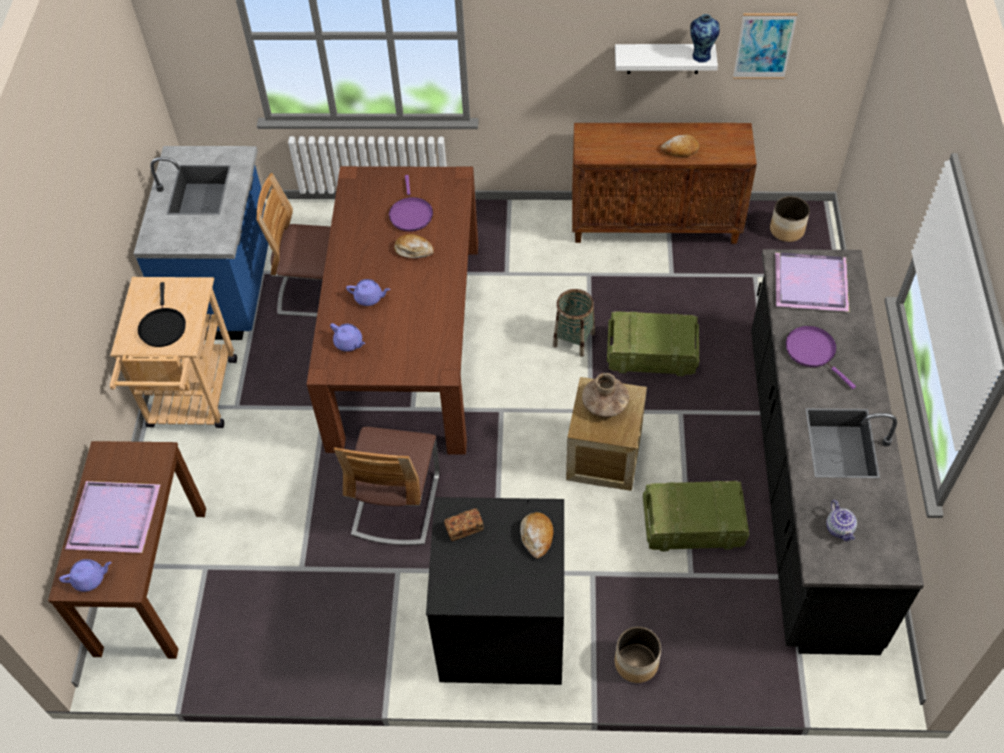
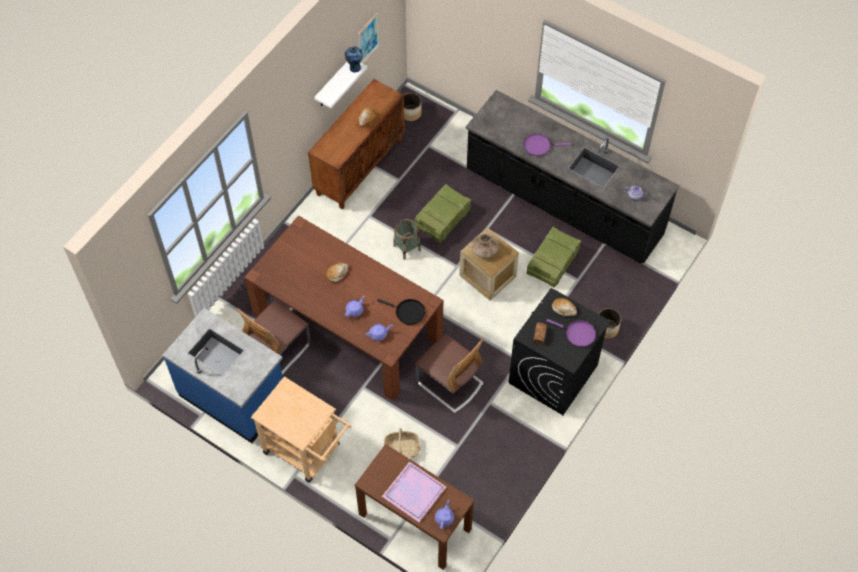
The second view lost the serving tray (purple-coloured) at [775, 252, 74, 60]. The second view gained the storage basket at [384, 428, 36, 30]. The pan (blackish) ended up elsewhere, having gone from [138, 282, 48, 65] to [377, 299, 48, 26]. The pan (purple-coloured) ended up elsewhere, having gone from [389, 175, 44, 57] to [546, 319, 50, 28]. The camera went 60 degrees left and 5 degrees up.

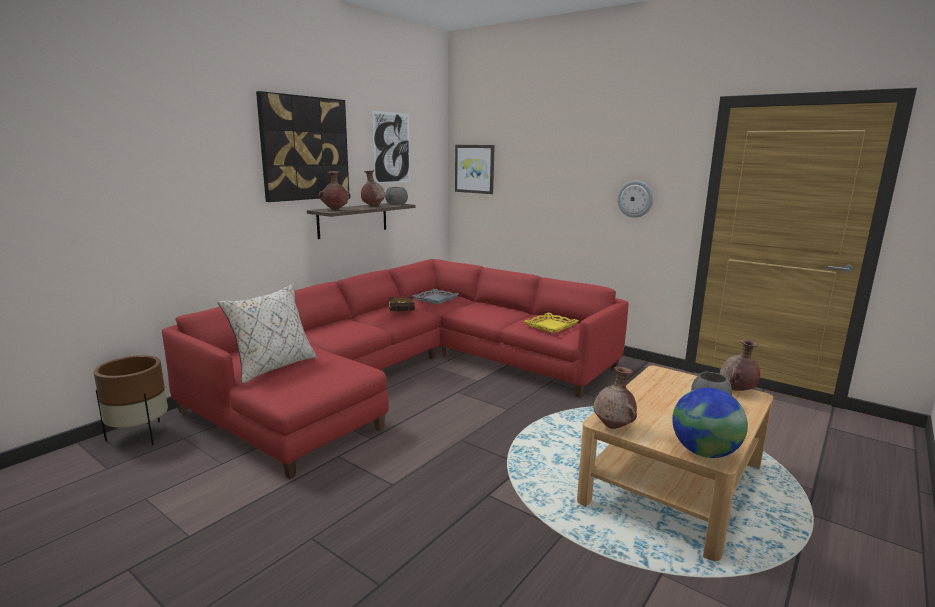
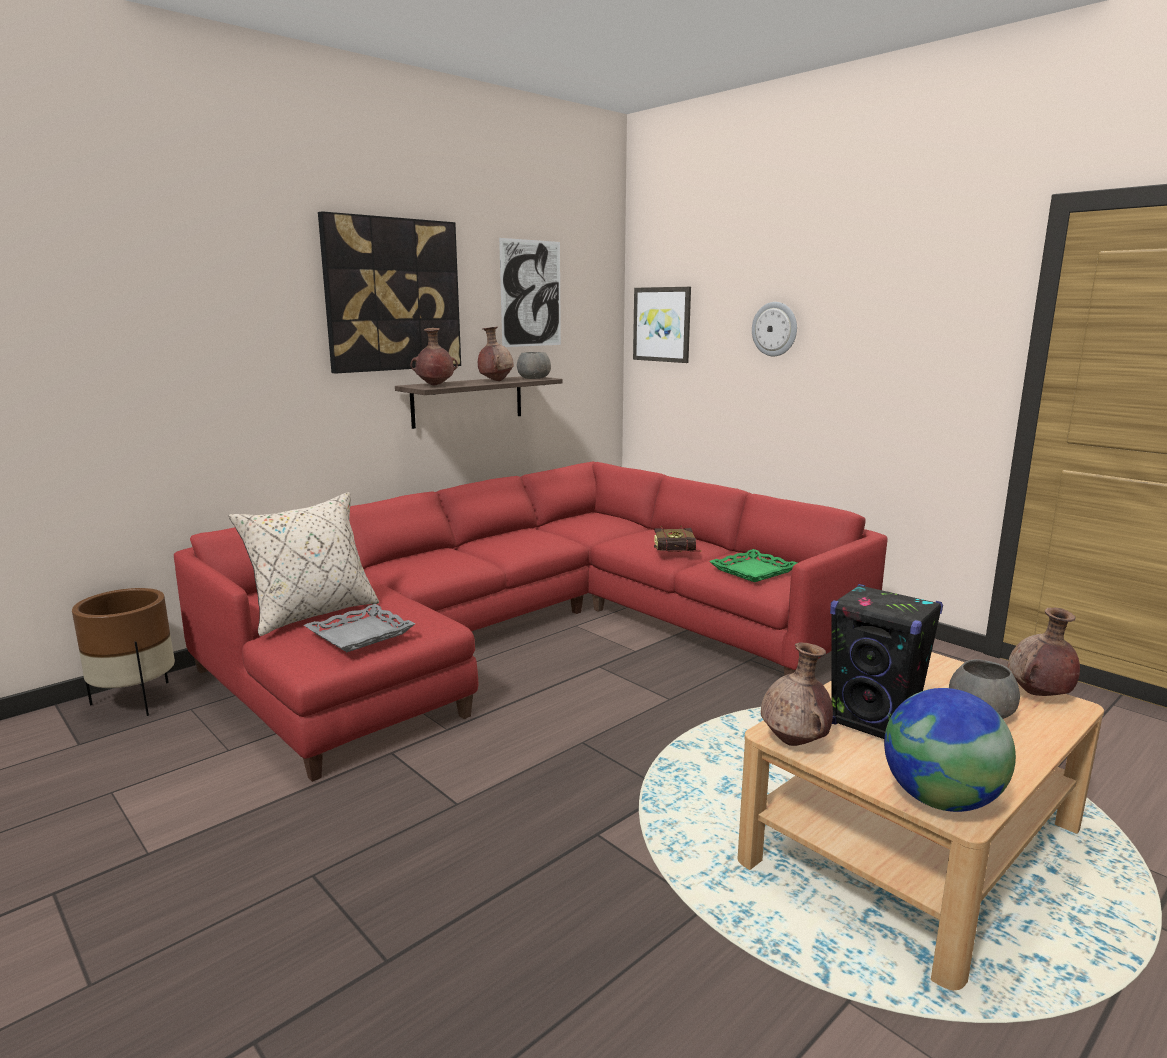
The second view gained the speaker (blackish) at [830, 584, 113, 155]. The volume ended up elsewhere, having gone from [389, 295, 26, 17] to [654, 526, 48, 26]. The serving tray (greyish) ended up elsewhere, having gone from [412, 289, 47, 15] to [304, 604, 111, 48]. The clock on the wall ended up elsewhere, having gone from [617, 180, 36, 38] to [752, 302, 45, 54]. What was the serving tray (yellowish) at [524, 313, 55, 20] turned into the serving tray (greenish) at [709, 549, 88, 33]. The camera went 10 degrees right and 0 degrees up.

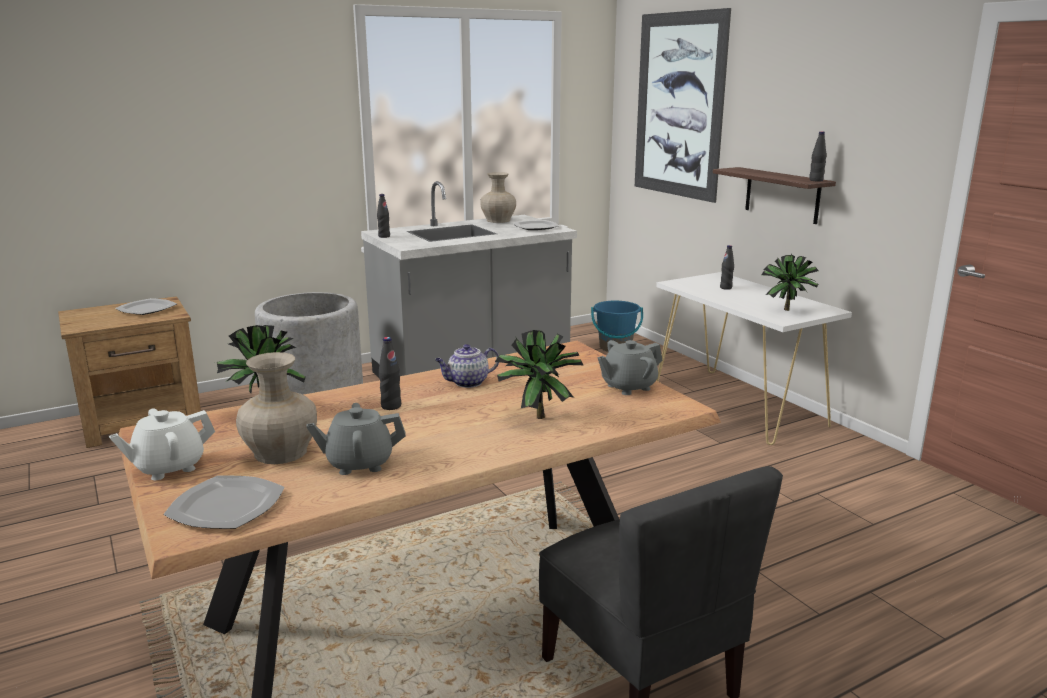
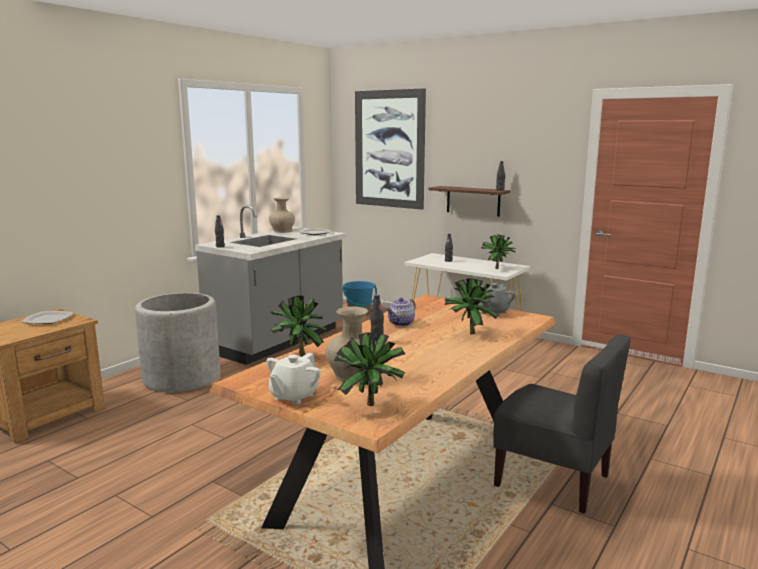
The second view lost the tea pot (greyish) at [306, 403, 100, 72]. Where the dinner plate stood at [163, 476, 122, 53], the plant in a pot came to stand at [334, 332, 72, 74]. The camera went 25 degrees left and 5 degrees down.

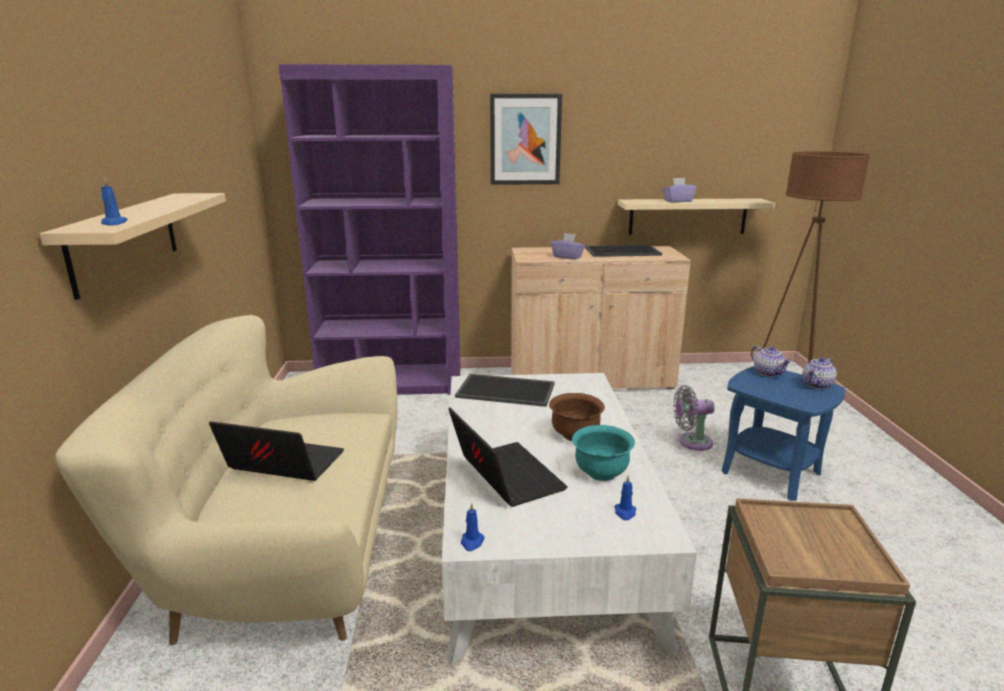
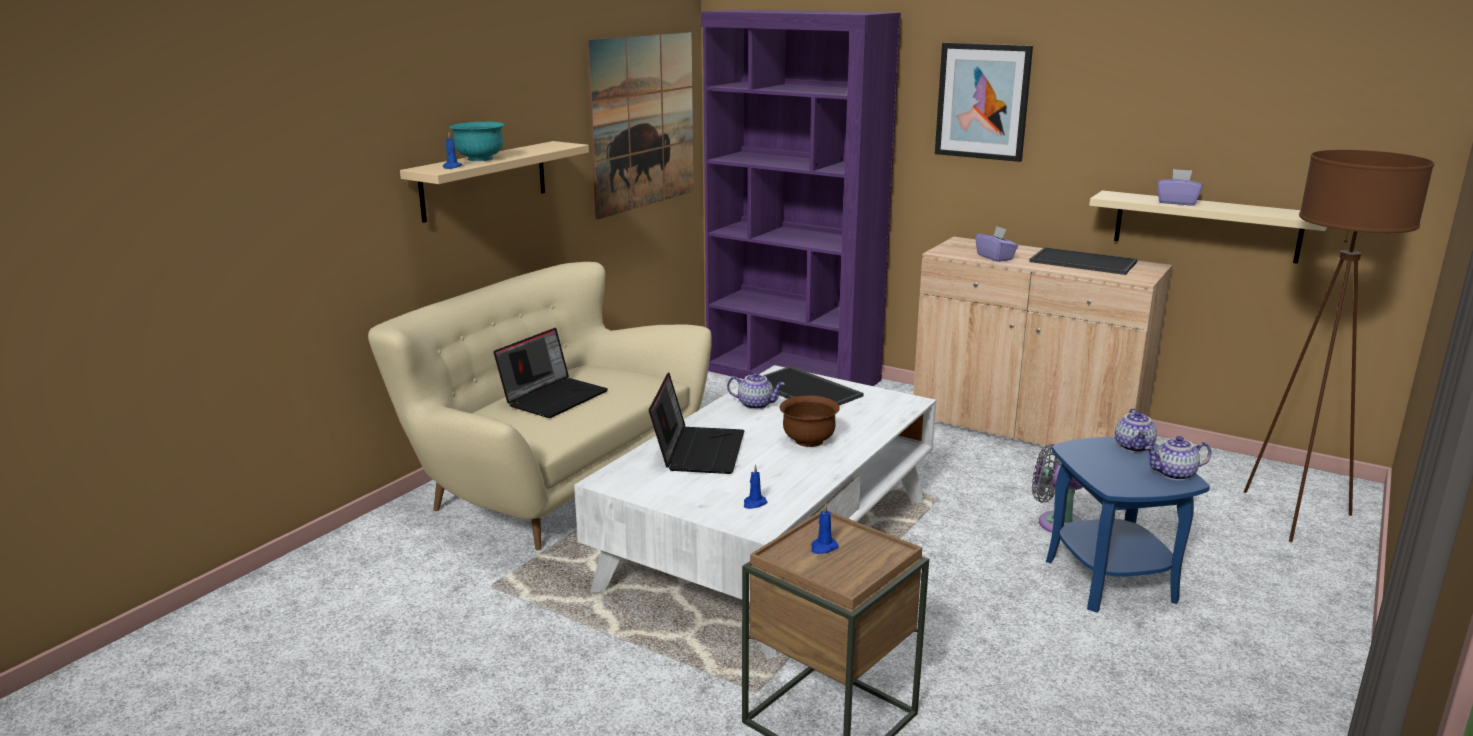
The second view gained the wall picture at [587, 32, 107, 188]. The second view gained the tea pot at [727, 372, 58, 37]. The wax light (blue) ended up elsewhere, having gone from [461, 503, 24, 48] to [811, 504, 28, 50]. The bowl (blue-green) ended up elsewhere, having gone from [572, 425, 63, 56] to [449, 122, 56, 39]. The laptop at [209, 421, 135, 60] ended up facing another way, 75 degrees clockwise from before. The camera went 35 degrees right and 0 degrees up.

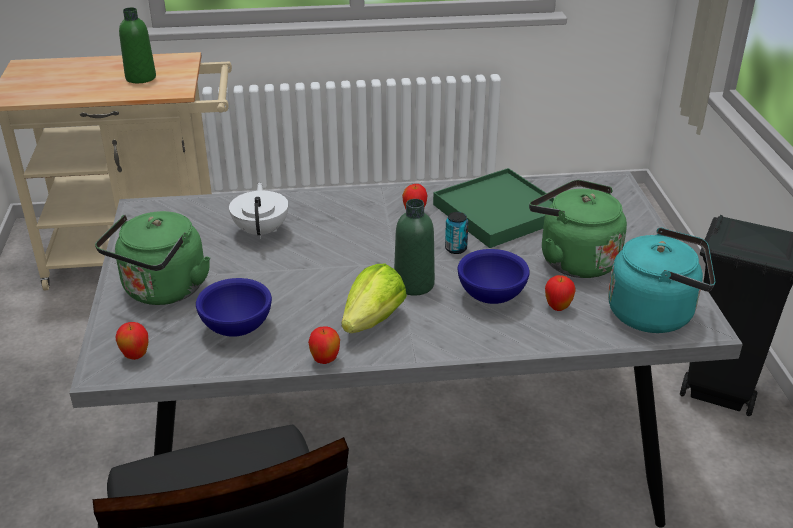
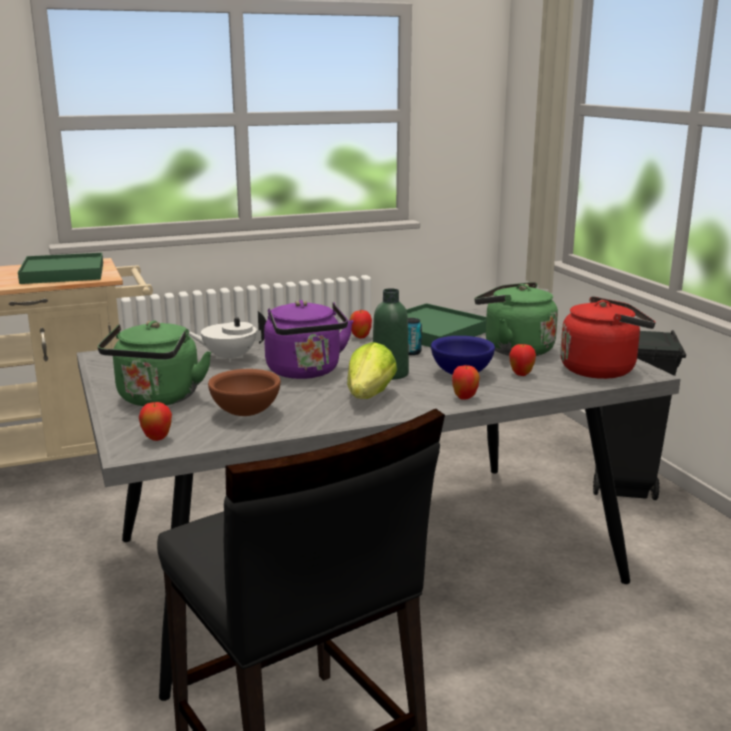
The second view gained the kettle (purple-coloured) at [264, 300, 89, 79]. The apple ended up elsewhere, having gone from [308, 326, 32, 38] to [452, 365, 28, 35]. Where the beverage bottle (greenish) stood at [119, 7, 37, 76], the serving tray (greenish) came to stand at [18, 253, 85, 31]. What was the bowl (blue) at [196, 278, 76, 59] turned into the bowl (brown-coloured) at [208, 369, 73, 47]. What was the kettle (blue-green) at [608, 228, 107, 105] turned into the kettle (red-coloured) at [560, 296, 96, 83]. The tea pot (whitish) at [229, 183, 59, 56] ended up facing another way, 75 degrees counterclockwise from before. The camera went 15 degrees left and 15 degrees down.

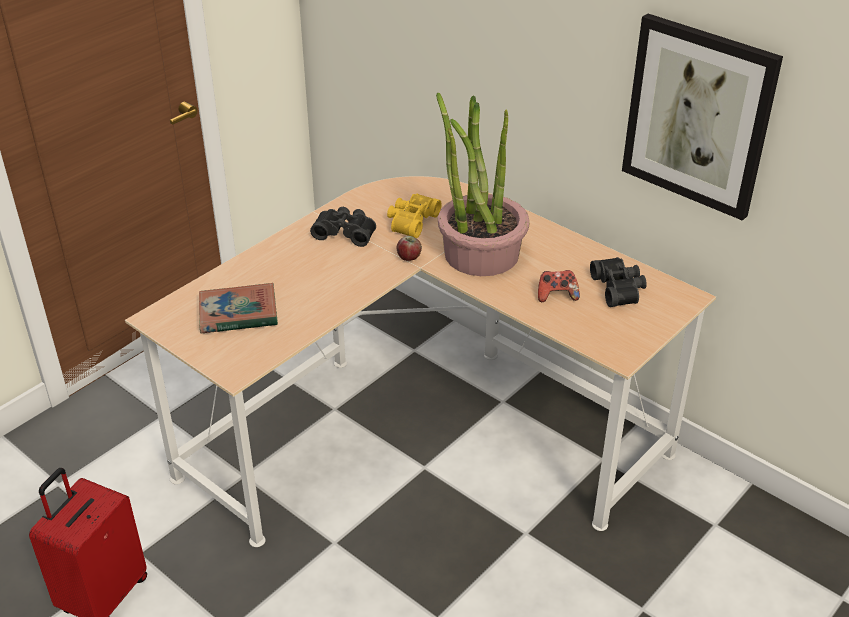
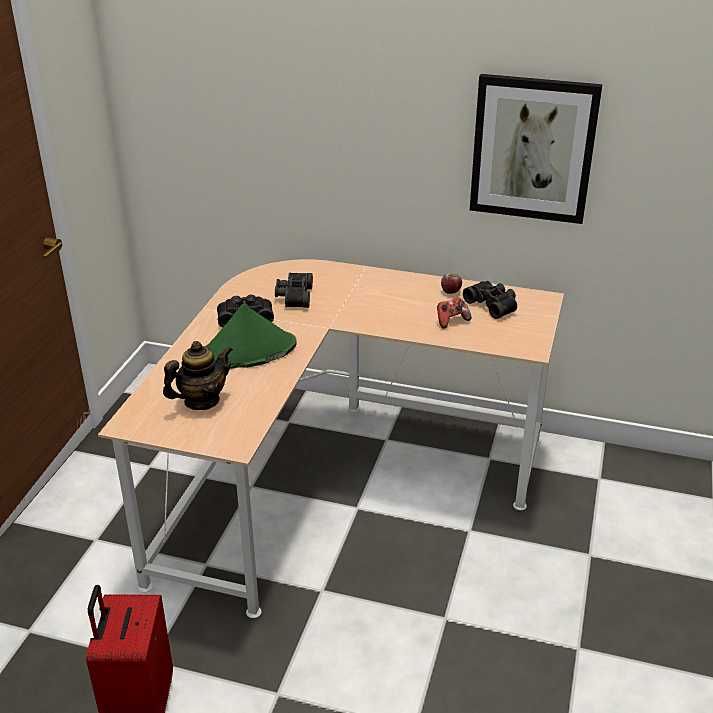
The second view lost the plant in a pot at [436, 93, 94, 183]. The second view gained the hat (greenish) at [204, 304, 93, 65]. The apple ended up elsewhere, having gone from [397, 236, 25, 25] to [441, 273, 21, 21]. Where the volume stood at [199, 283, 79, 51], the tea pot came to stand at [163, 341, 70, 69]. What was the field glasses (yellowish) at [387, 194, 55, 44] turned into the field glasses (blackish) at [275, 273, 38, 35]. The camera went 25 degrees left and 5 degrees down.

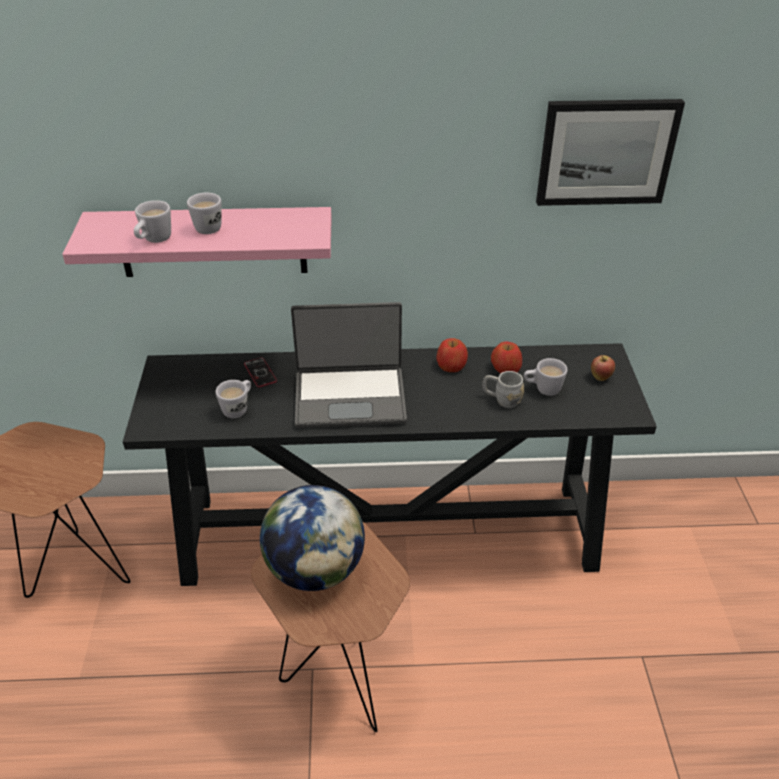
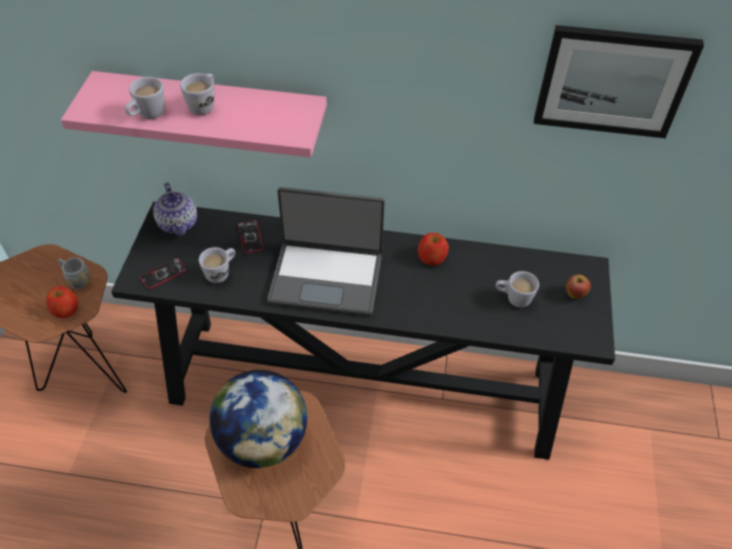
The second view gained the phone at [140, 258, 47, 31]. The second view gained the tea pot at [153, 182, 44, 54]. The coffee mug (greyish) ended up elsewhere, having gone from [482, 371, 42, 37] to [58, 258, 32, 31]. The apple ended up elsewhere, having gone from [491, 342, 31, 31] to [46, 286, 32, 32]. The camera went 10 degrees right and 10 degrees up.

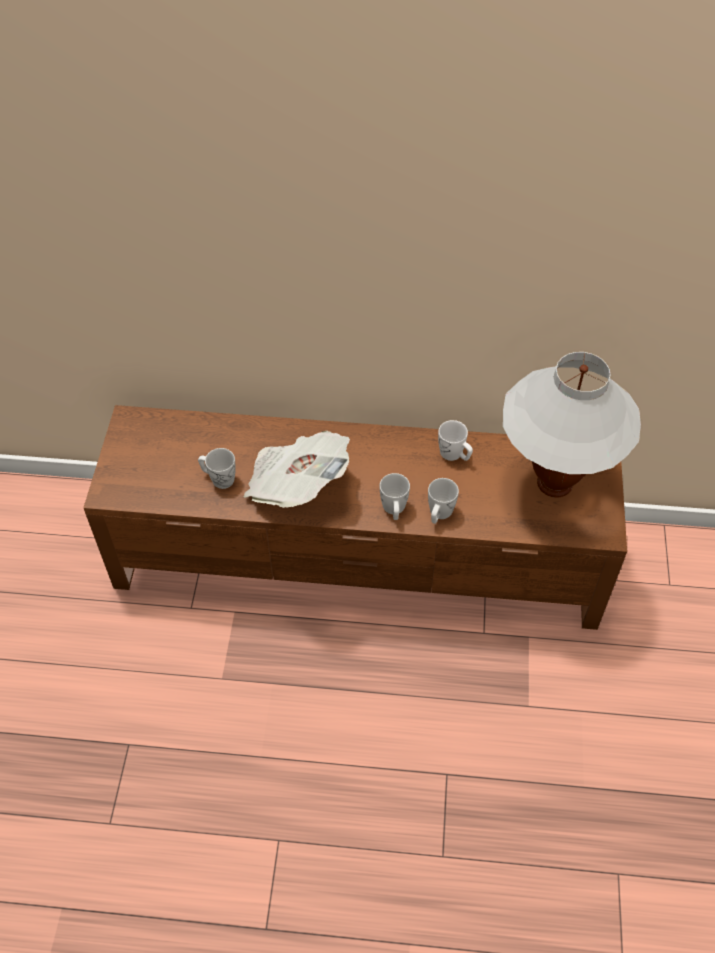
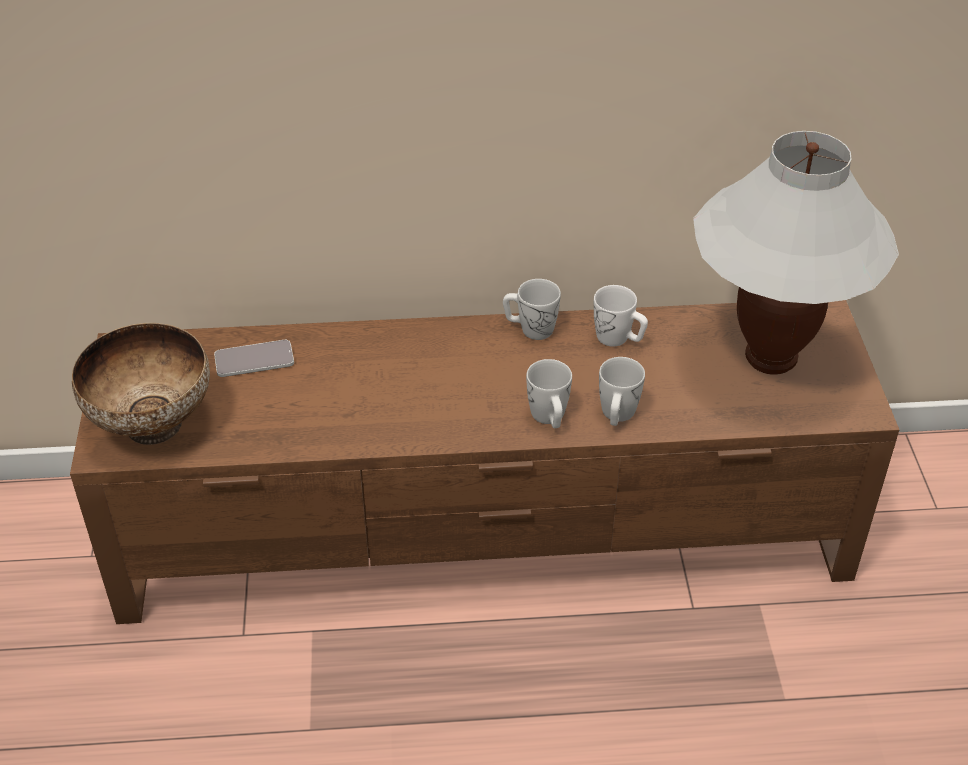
The second view lost the daily paper at [244, 431, 106, 77]. The second view gained the bowl at [72, 323, 138, 122]. The second view gained the phone at [214, 340, 80, 37]. The coffee mug (whitish) ended up elsewhere, having gone from [198, 448, 38, 41] to [503, 279, 58, 61]. The camera went 10 degrees left and 10 degrees down.

